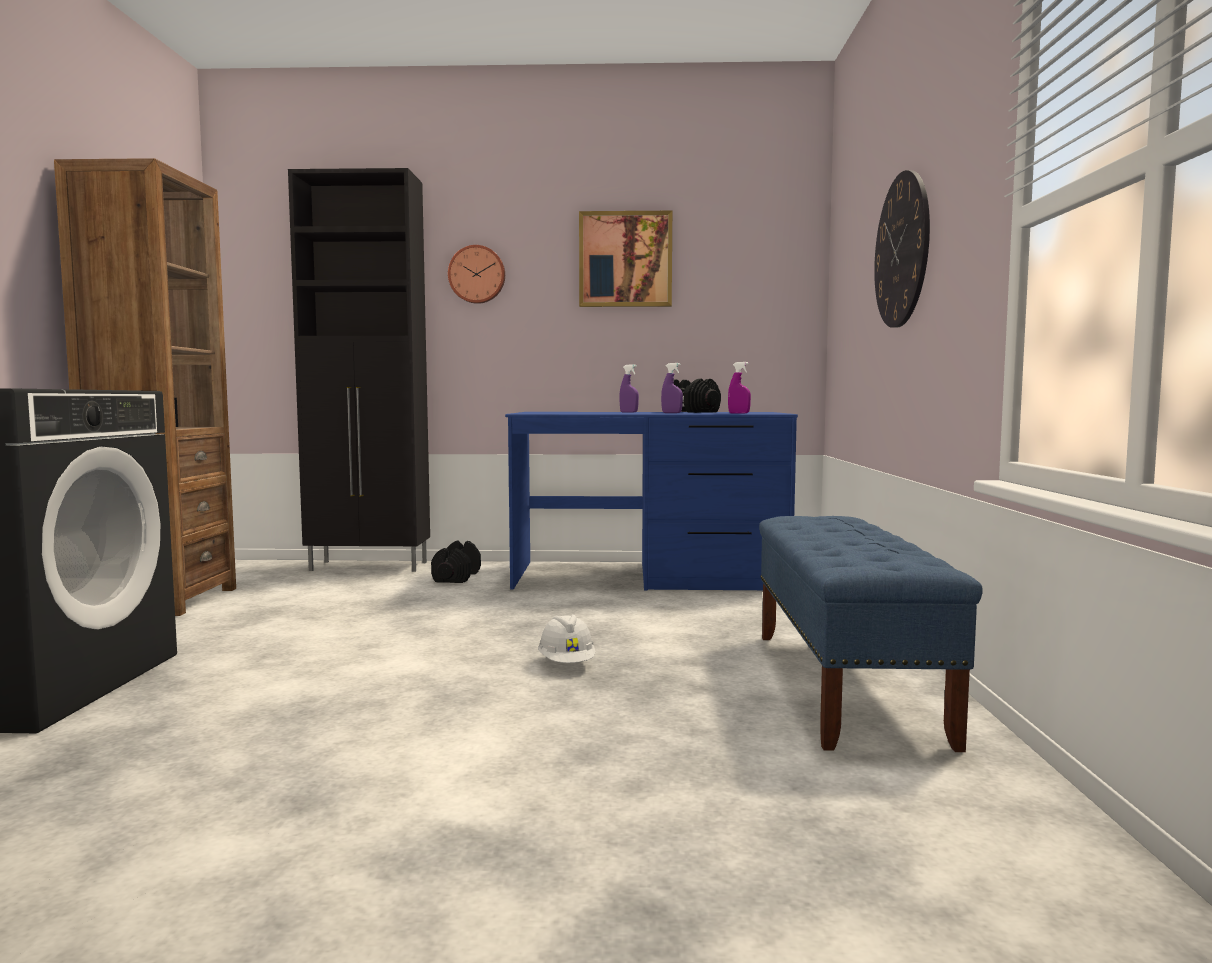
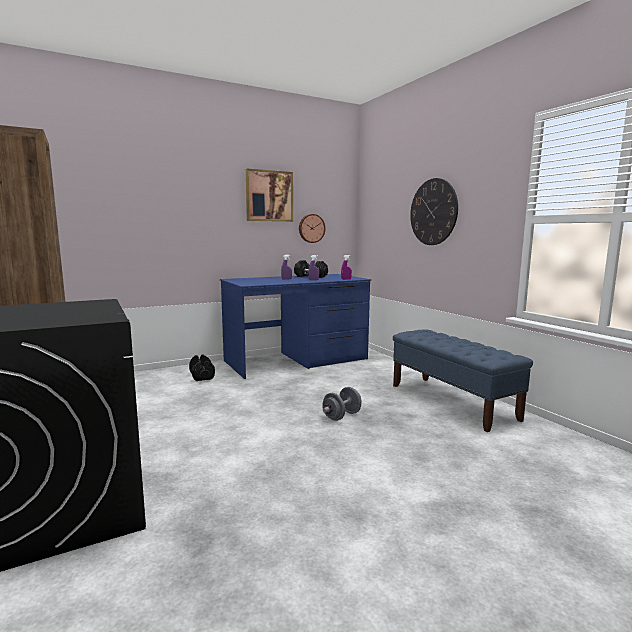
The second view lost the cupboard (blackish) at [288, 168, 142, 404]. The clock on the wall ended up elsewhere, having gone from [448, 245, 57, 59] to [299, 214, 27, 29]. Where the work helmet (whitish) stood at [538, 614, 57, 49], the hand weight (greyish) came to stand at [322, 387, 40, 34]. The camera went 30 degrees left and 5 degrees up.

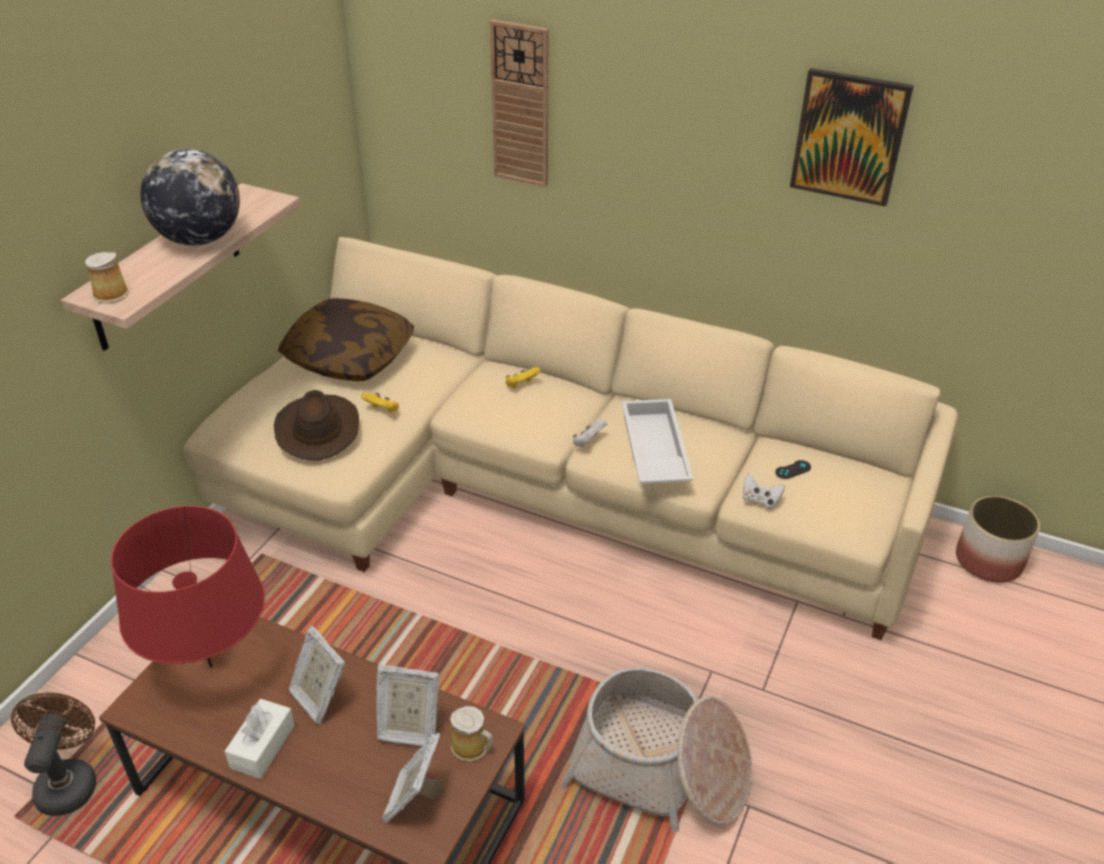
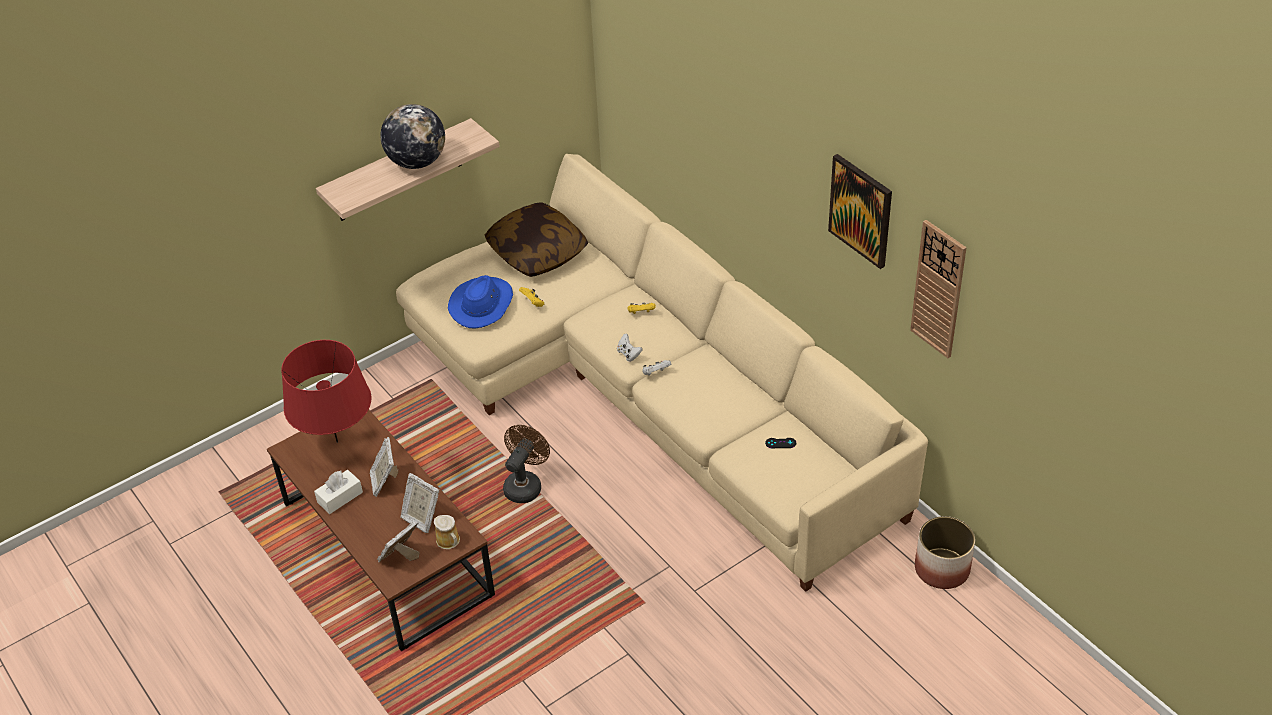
The second view lost the coffee mug at [85, 252, 44, 52]. The second view lost the storage basket at [560, 667, 192, 166]. The second view lost the serving tray (whitish) at [622, 399, 71, 85]. The electric fan (brown-coloured) ended up elsewhere, having gone from [11, 692, 85, 124] to [503, 425, 47, 78]. The clock on the wall ended up elsewhere, having gone from [490, 19, 58, 168] to [910, 220, 57, 138]. The game controller (whitish) ended up elsewhere, having gone from [743, 473, 42, 36] to [617, 333, 26, 29]. What was the hat (brown-coloured) at [274, 390, 85, 71] turned into the hat (blue) at [448, 275, 65, 53]. The camera went 30 degrees right and 5 degrees up.

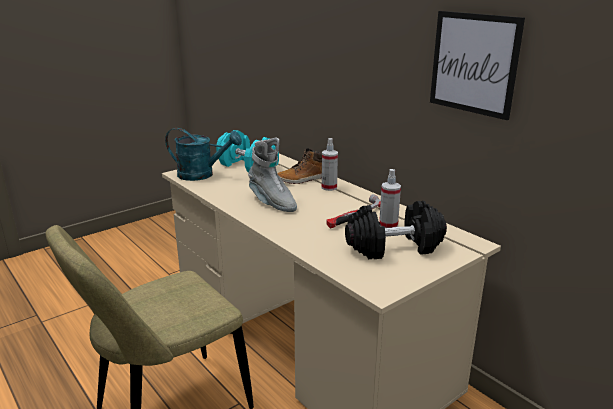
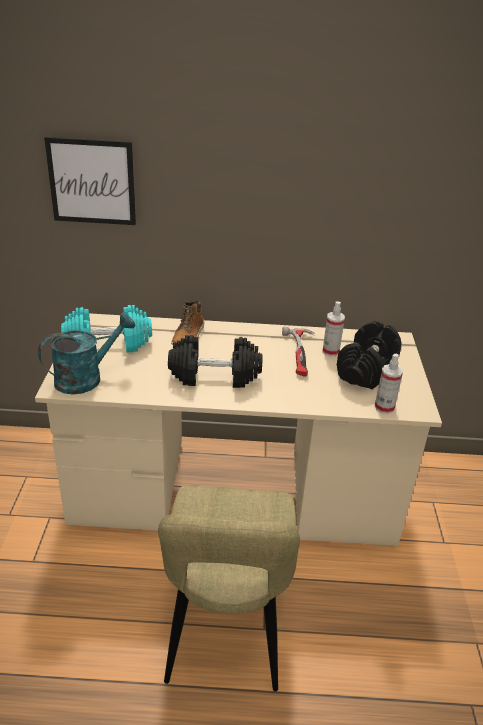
The hand sprayer ended up elsewhere, having gone from [322, 138, 16, 53] to [375, 354, 28, 60]. The wall picture ended up elsewhere, having gone from [430, 11, 95, 109] to [44, 137, 92, 88]. Where the high-top boot (greyish) stood at [248, 137, 49, 75], the hand weight (blackish) came to stand at [168, 335, 94, 53]. The camera went 50 degrees left and 10 degrees up.

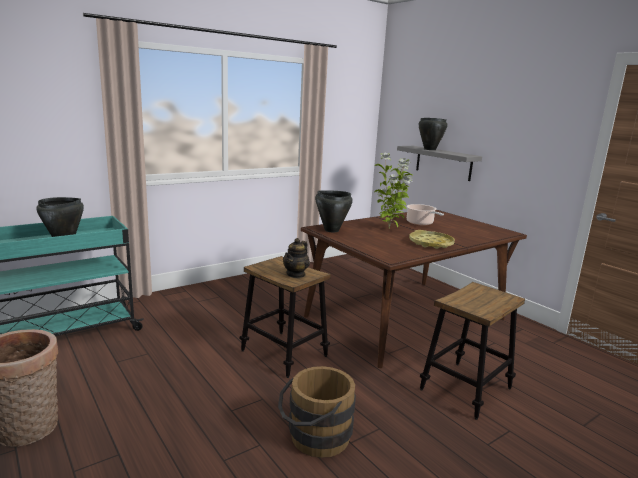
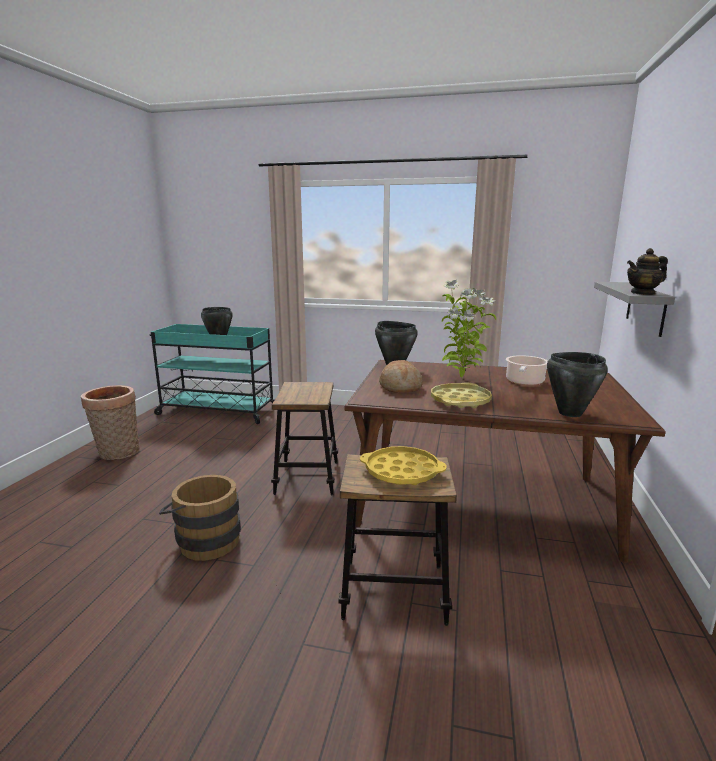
The second view gained the serving tray (yellowish) at [360, 446, 87, 39]. The second view gained the bakery bread at [379, 360, 44, 33]. The tea pot ended up elsewhere, having gone from [283, 238, 27, 40] to [627, 248, 41, 47]. The stockpot (blackish) ended up elsewhere, having gone from [419, 118, 29, 32] to [547, 352, 61, 65]. The camera went 50 degrees right and 0 degrees up.

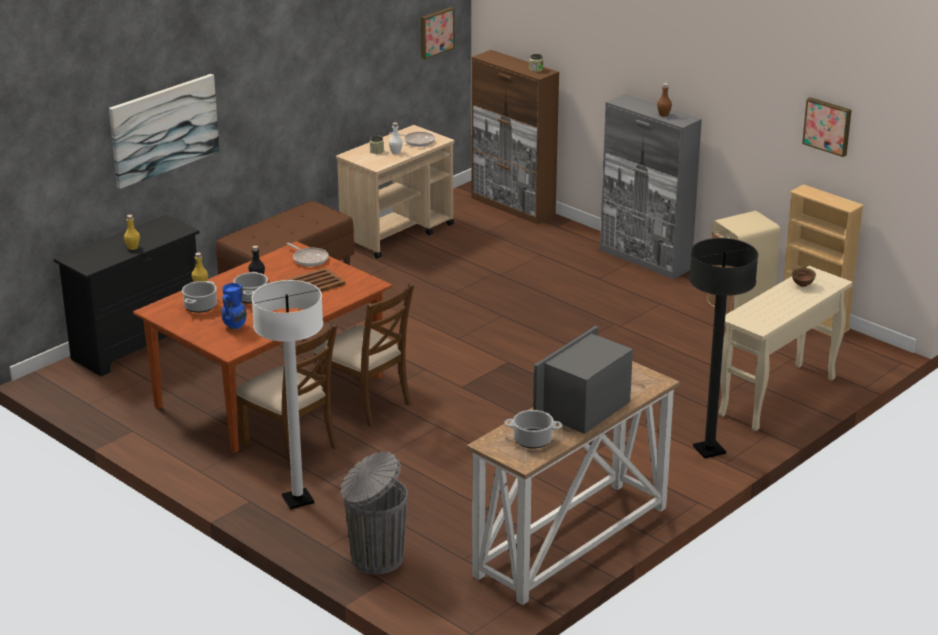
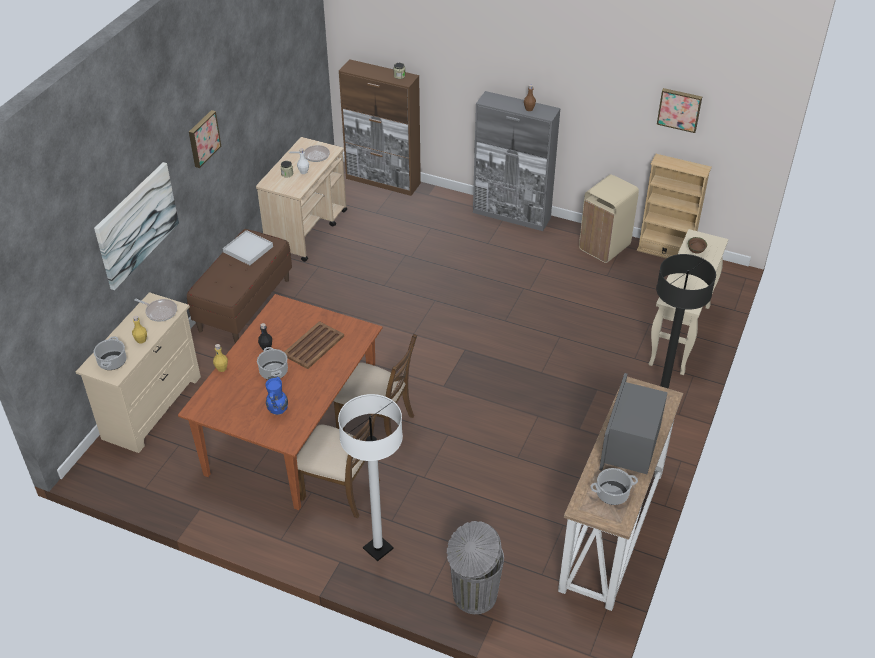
The second view gained the serving tray (whitish) at [223, 230, 50, 35]. The stockpot ended up elsewhere, having gone from [182, 281, 35, 32] to [93, 336, 33, 34]. The pan ended up elsewhere, having gone from [287, 243, 42, 23] to [134, 299, 43, 23]. The wall picture ended up elsewhere, having gone from [421, 7, 34, 52] to [189, 110, 32, 58]. What was the chest of drawers (blackish) at [54, 215, 146, 161] turned into the chest of drawers (beige-coloured) at [76, 292, 125, 161]. The camera went 20 degrees left and 15 degrees up.

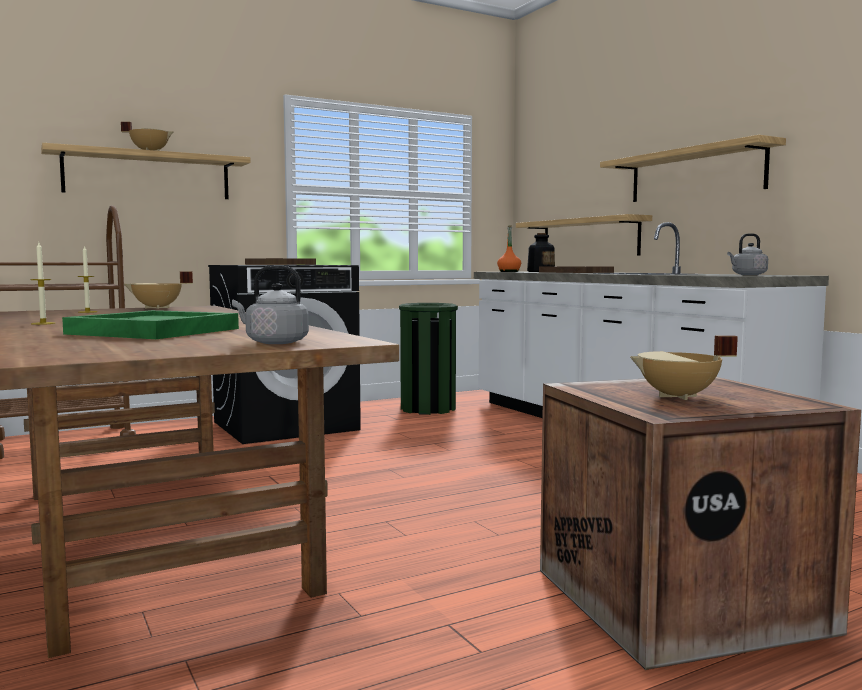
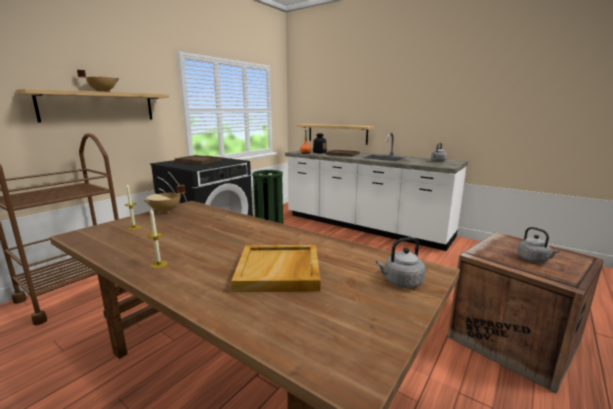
The second view lost the bracket shelf at [600, 135, 186, 67]. Where the stockpot (beige-coloured) stood at [630, 335, 108, 65], the kettle (greyish) came to stand at [517, 227, 43, 36]. What was the serving tray (greenish) at [62, 310, 177, 29] turned into the serving tray (beige-coloured) at [231, 245, 89, 47]. The camera went 25 degrees left and 10 degrees up.

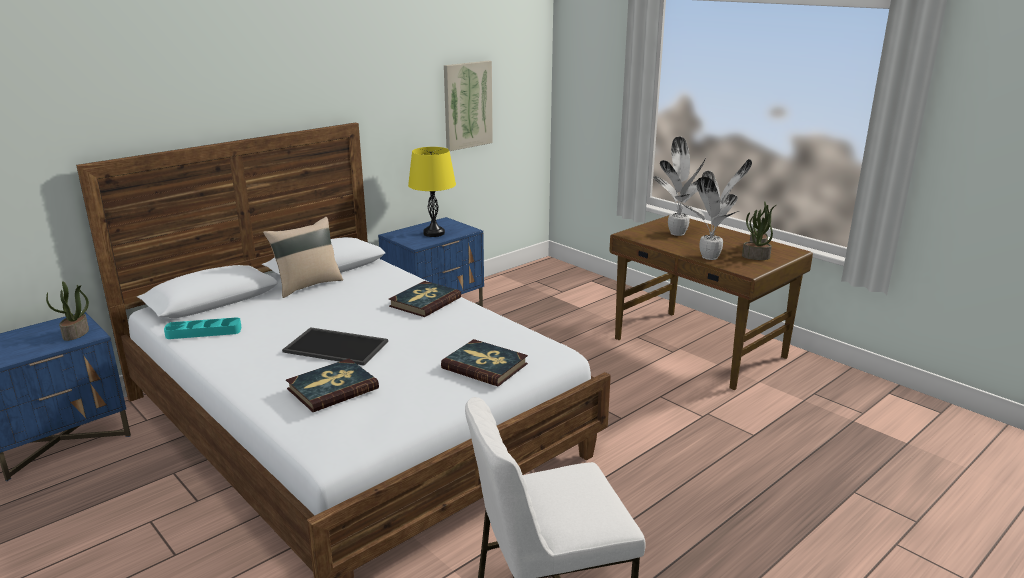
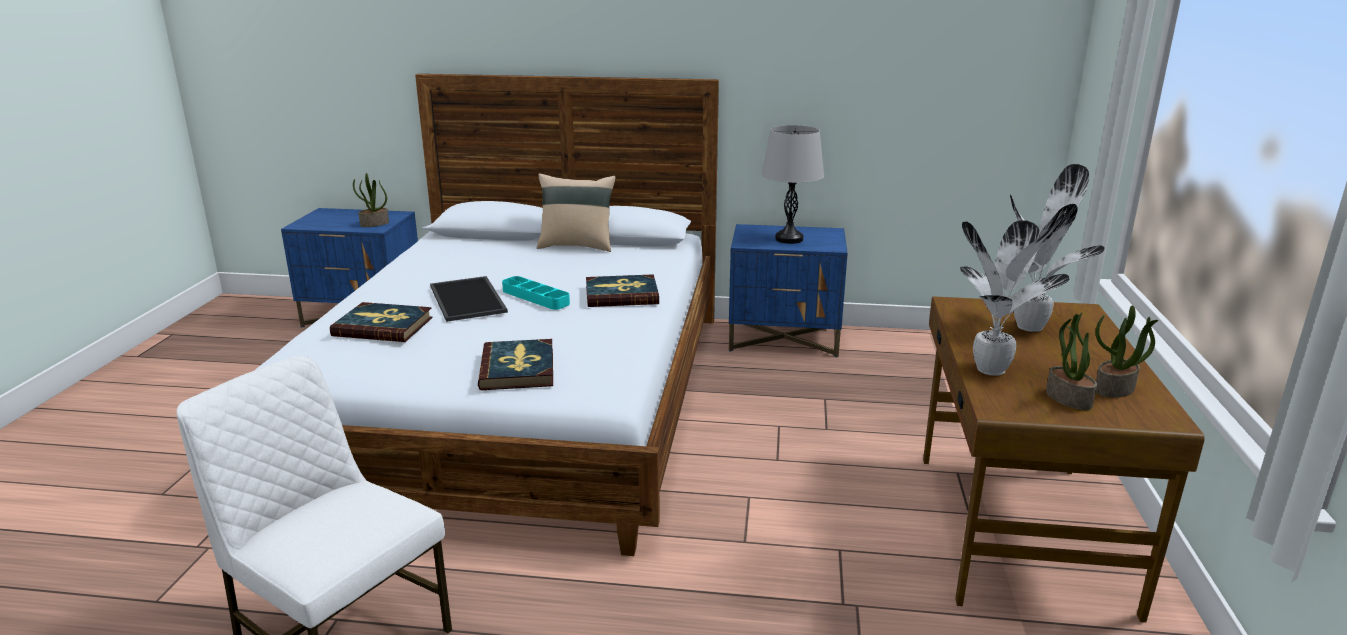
The second view lost the wall picture at [444, 61, 49, 90]. The serving tray (blue-green) ended up elsewhere, having gone from [164, 318, 78, 21] to [502, 276, 68, 34]. What was the lamp for a table (yellowish) at [408, 147, 48, 90] turned into the lamp for a table (greyish) at [761, 125, 63, 119]. The camera went 50 degrees right and 0 degrees up.

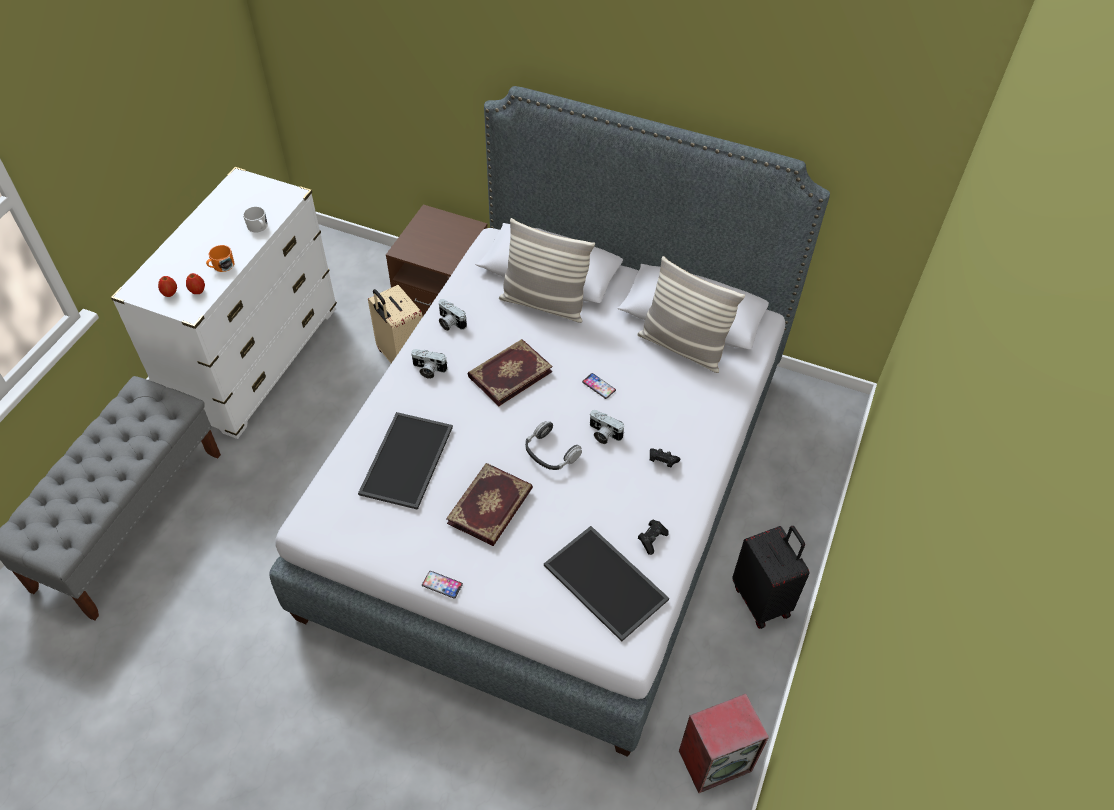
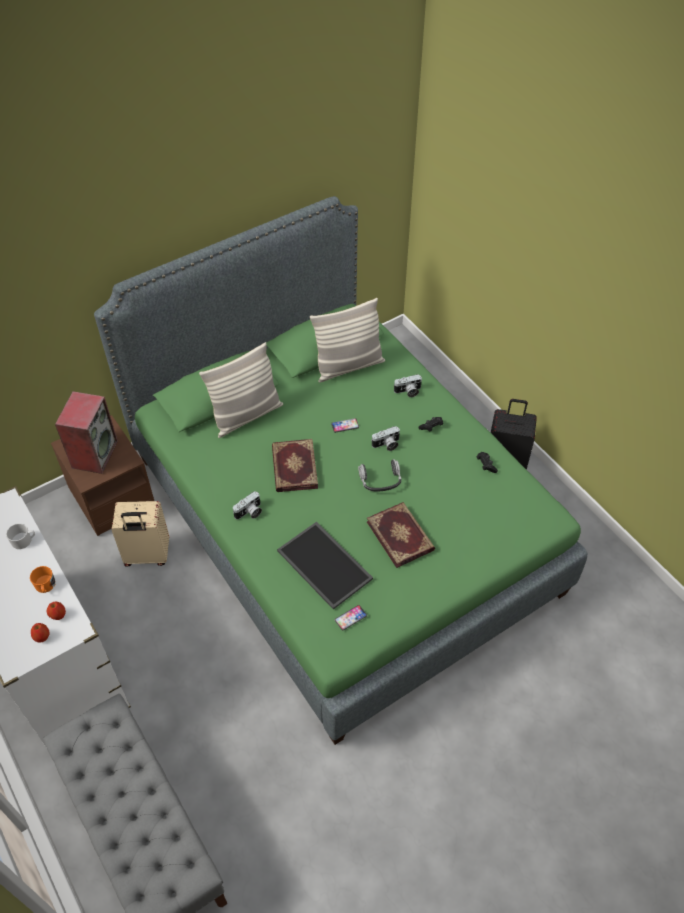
The second view lost the serving tray at [544, 526, 125, 116]. The phone ended up elsewhere, having gone from [422, 571, 41, 28] to [335, 605, 32, 26]. The still camera ended up elsewhere, having gone from [439, 299, 28, 32] to [393, 374, 29, 23]. The speaker ended up elsewhere, having gone from [679, 694, 90, 99] to [55, 391, 63, 83]. What was the bed (greyish) at [269, 86, 561, 671] turned into the bed (greenish) at [94, 196, 494, 549]. The camera went 55 degrees left and 0 degrees up.

